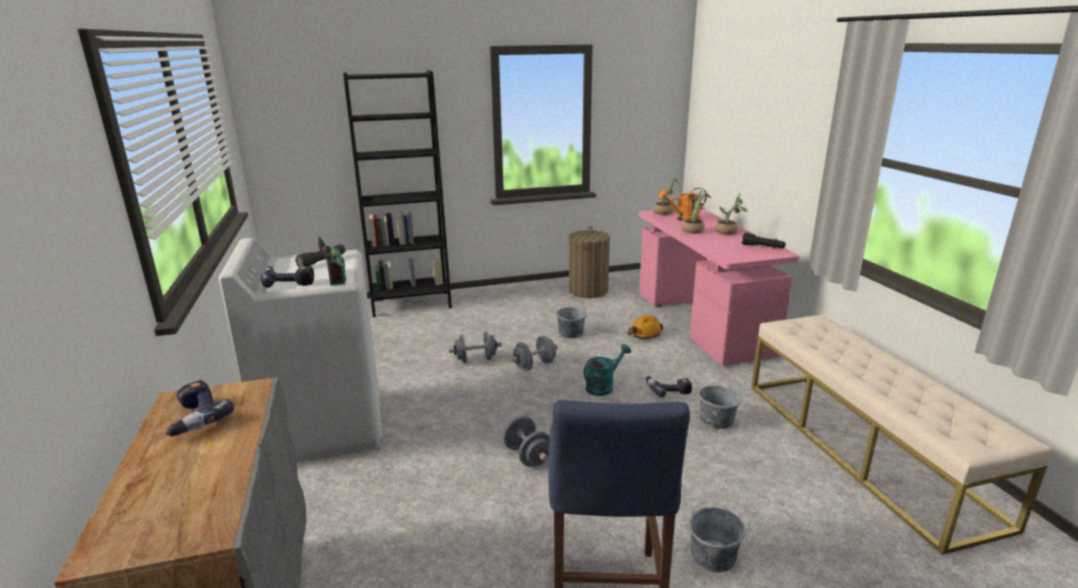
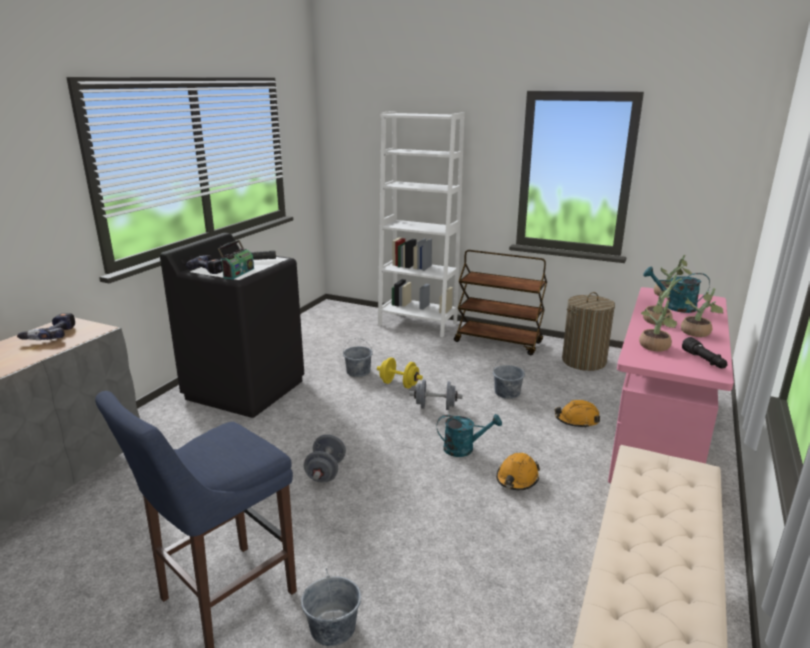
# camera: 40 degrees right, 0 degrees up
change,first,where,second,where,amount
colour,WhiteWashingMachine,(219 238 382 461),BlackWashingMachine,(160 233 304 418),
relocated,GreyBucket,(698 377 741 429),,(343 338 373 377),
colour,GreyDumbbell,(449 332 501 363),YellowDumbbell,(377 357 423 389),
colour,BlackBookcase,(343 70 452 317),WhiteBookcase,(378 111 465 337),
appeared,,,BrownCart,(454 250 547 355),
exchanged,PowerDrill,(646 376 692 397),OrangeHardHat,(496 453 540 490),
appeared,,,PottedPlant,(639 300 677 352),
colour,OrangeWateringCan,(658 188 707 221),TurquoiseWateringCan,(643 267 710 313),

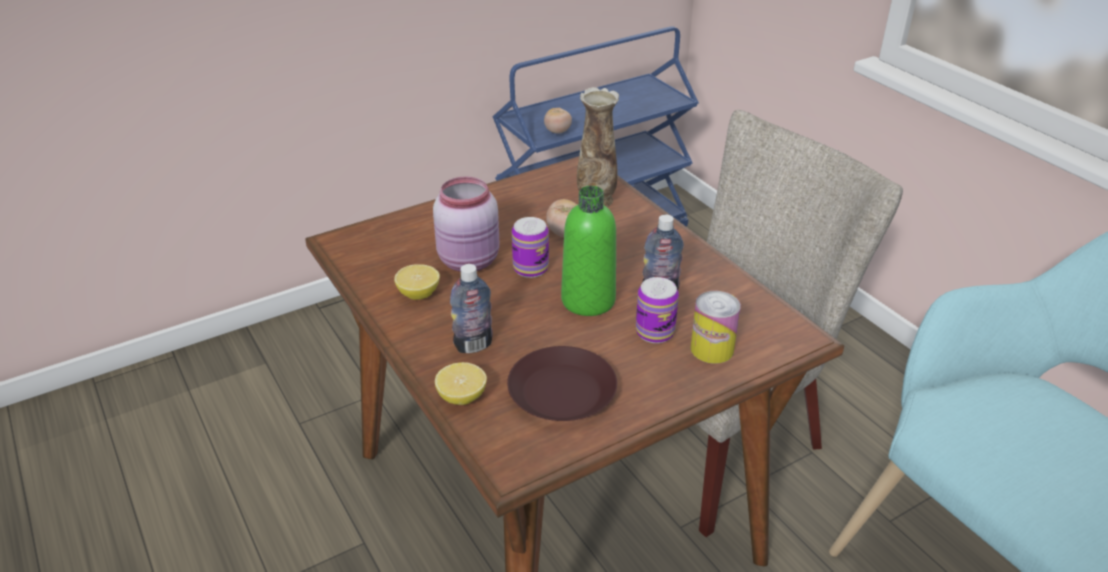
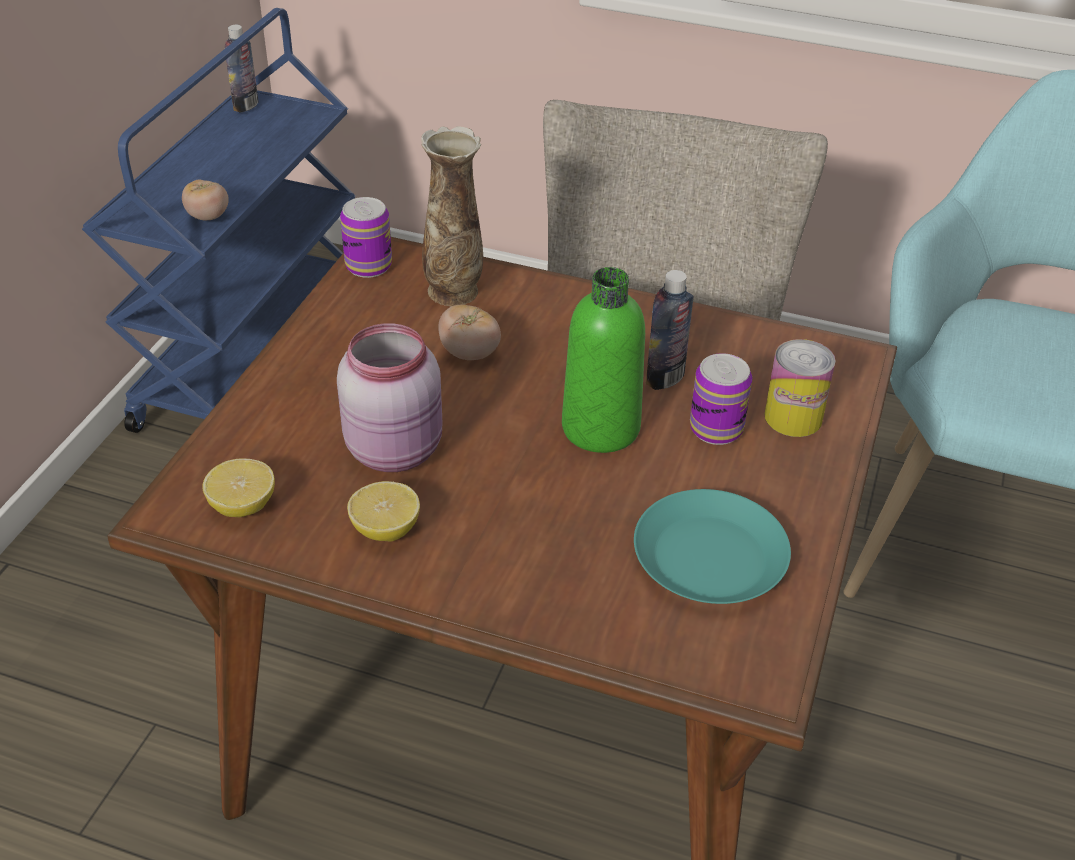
# camera: 40 degrees left, 5 degrees up
change,first,where,second,where,amount
relocated,Lemon,(435 362 487 405),,(202 458 275 517),
relocated,Bottle,(450 264 493 353),,(225 25 259 113),
relocated,Can,(512 217 549 278),,(340 197 392 278),
colour,BrownPlate,(507 346 617 421),TurquoisePlate,(634 489 791 604),

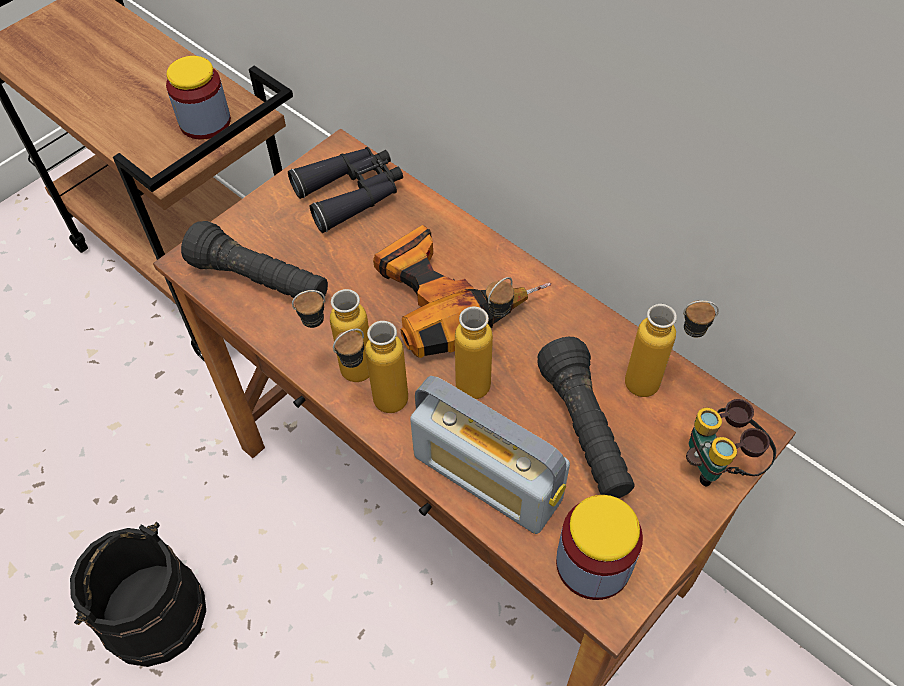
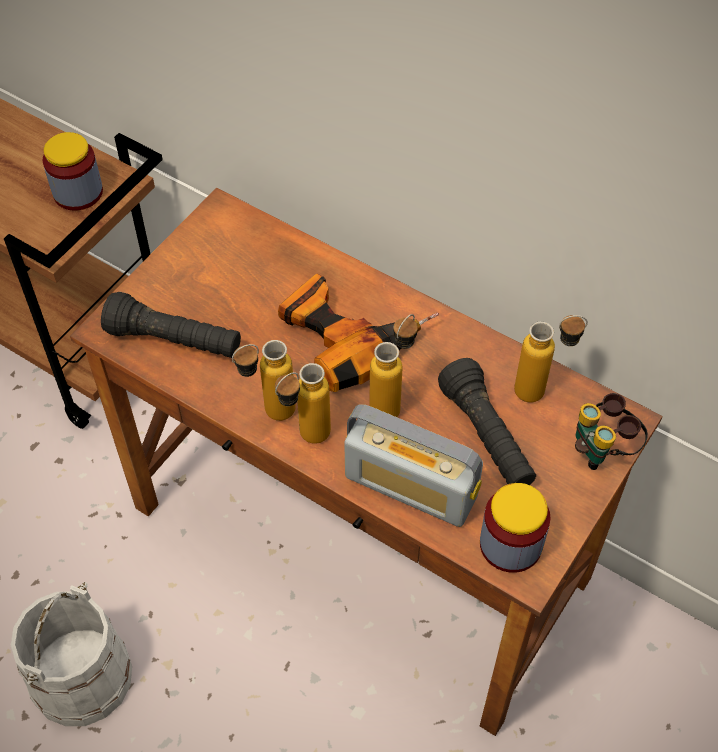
# camera: 10 degrees left, 0 degrees up
change,first,where,second,where,amount
colour,BlackBucket,(70 522 206 667),WhiteBucket,(11 582 132 726),
missing,BlackBinoculars,(288 147 403 233),,,

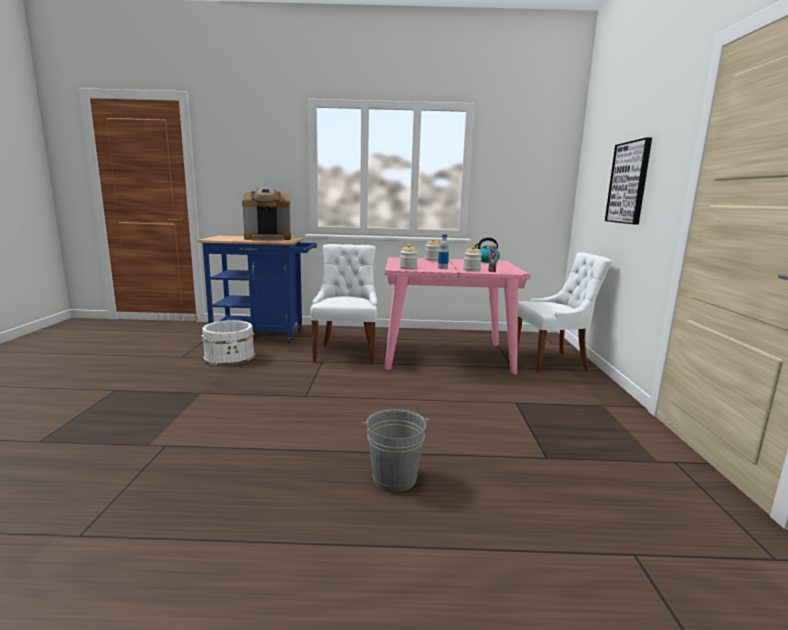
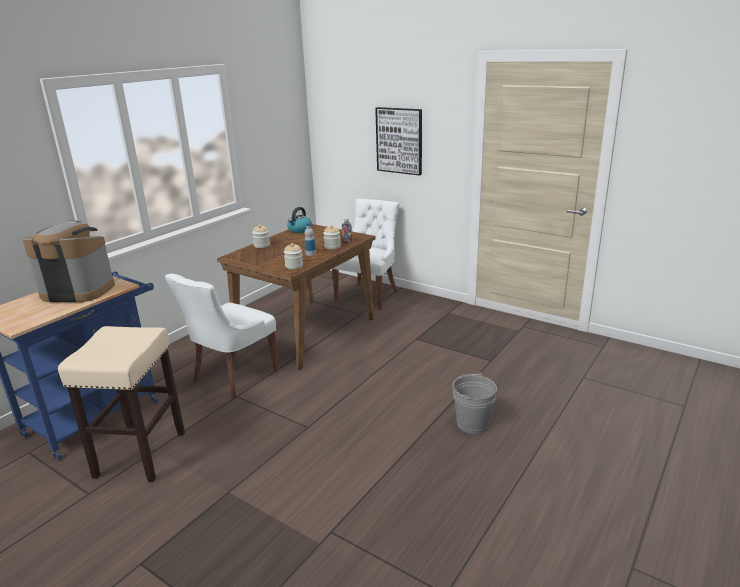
# camera: 55 degrees left, 10 degrees up
change,first,where,second,where,amount
spun,CoffeeMachine,(242 187 291 241),,(22 221 115 302),105 degrees counterclockwise
exchanged,WhiteBucket,(202 320 255 366),BeigeStool,(58 326 185 482),
spun,WhiteChair,(310 244 377 364),,(165 274 279 399),90 degrees counterclockwise
colour,PinkDiningTable,(384 257 531 375),BrownDiningTable,(217 224 375 370),

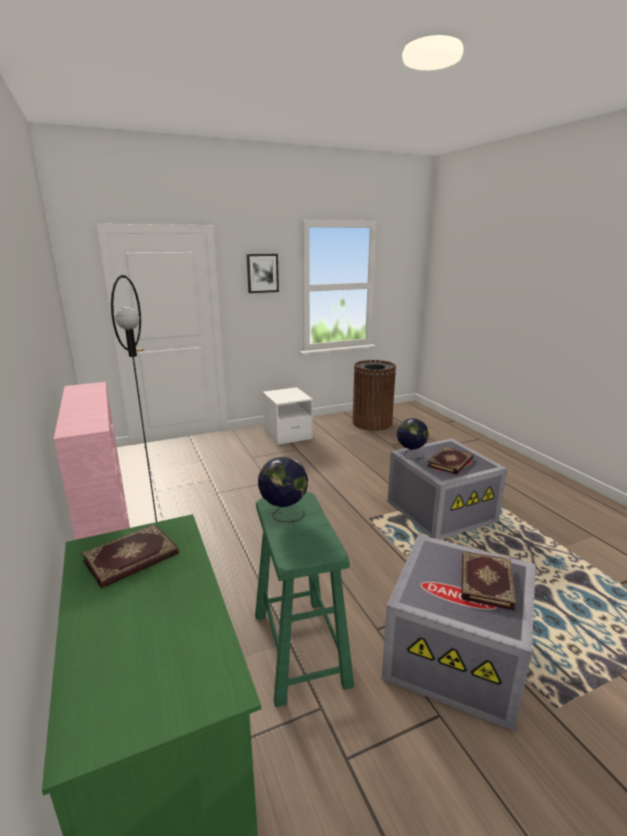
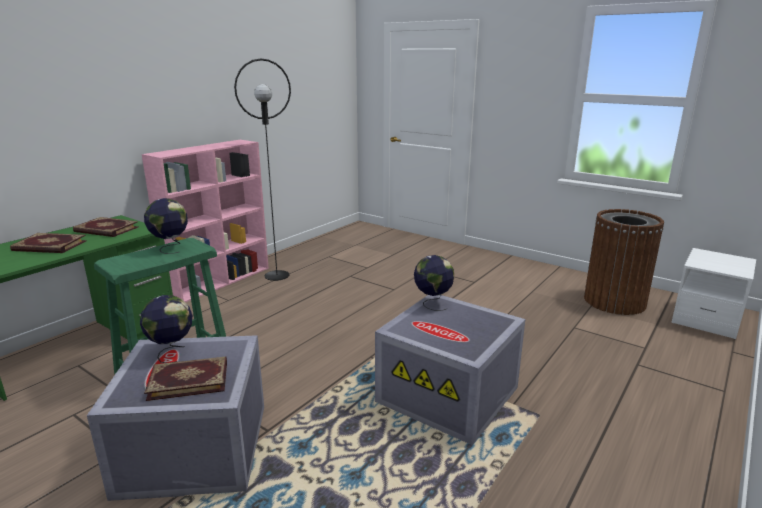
# camera: 60 degrees right, 0 degrees up
change,first,where,second,where,amount
relocated,Book,(427 447 473 475),,(10 233 87 253),
appeared,,,Globe,(140 295 192 363),
relocated,WhiteNightstand,(263 387 313 445),,(671 248 756 339),
missing,Picture,(247 254 279 293),,,

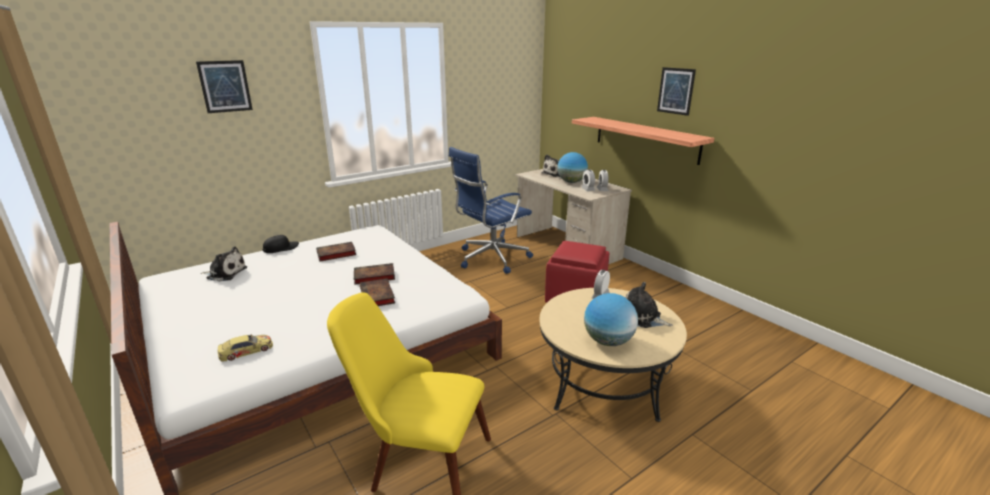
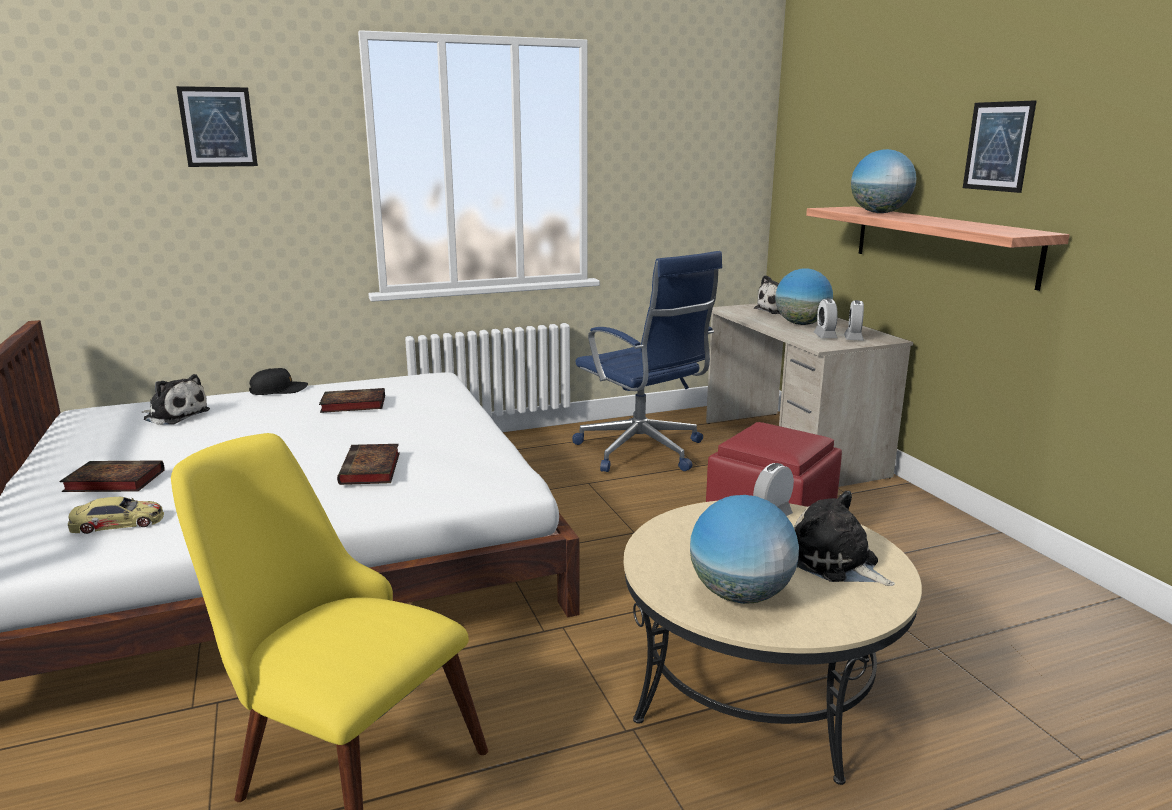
# camera: 15 degrees right, 5 degrees down
change,first,where,second,where,amount
relocated,Book,(354 263 395 285),,(59 460 164 492),
spun,BlueOfficeChair,(449 147 533 274),,(572 251 722 472),105 degrees counterclockwise
appeared,,,Globe,(851 149 917 213),

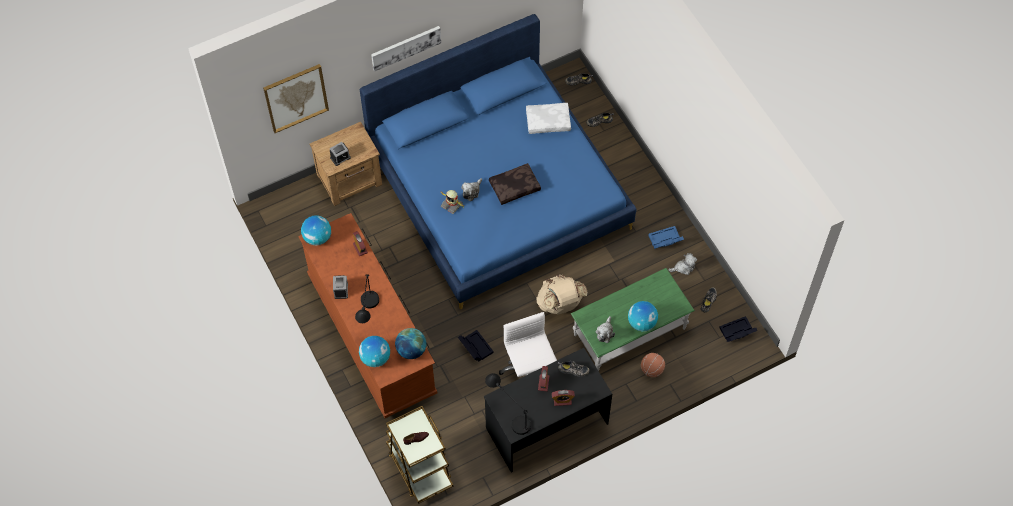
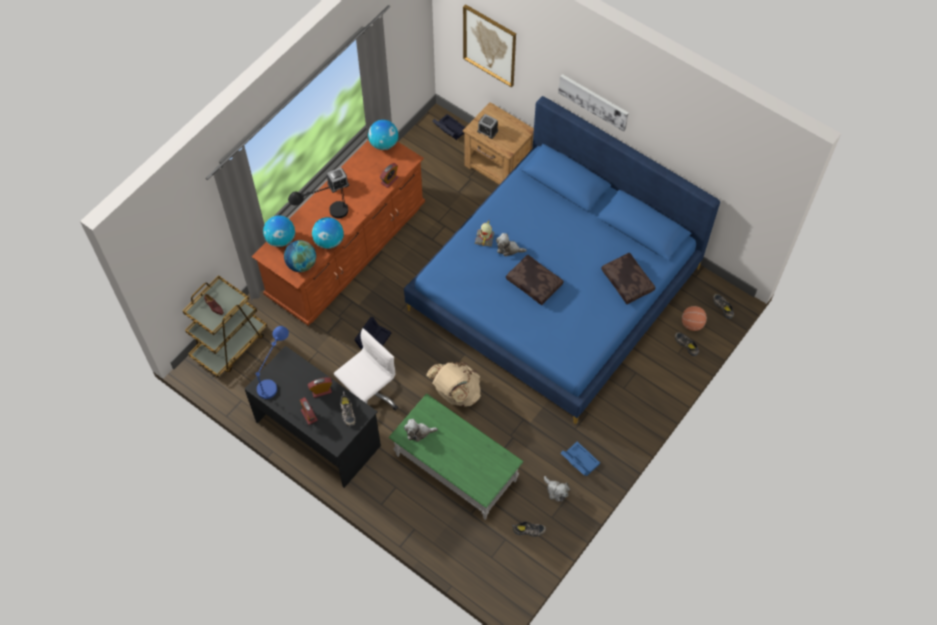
# camera: 65 degrees right, 0 degrees up
change,first,where,second,where,amount
colour,BlackTableLamp,(485 373 531 435),BlueTableLamp,(256 326 289 399),
relocated,Globe,(628 301 658 331),,(312 217 344 249),
relocated,BlackStorageBox,(719 316 757 342),,(432 114 465 140),
colour,WhitePillow,(526 103 571 134),BrownPillow,(601 252 655 304),
relocated,Basketball,(641 353 665 377),,(682 306 707 331),

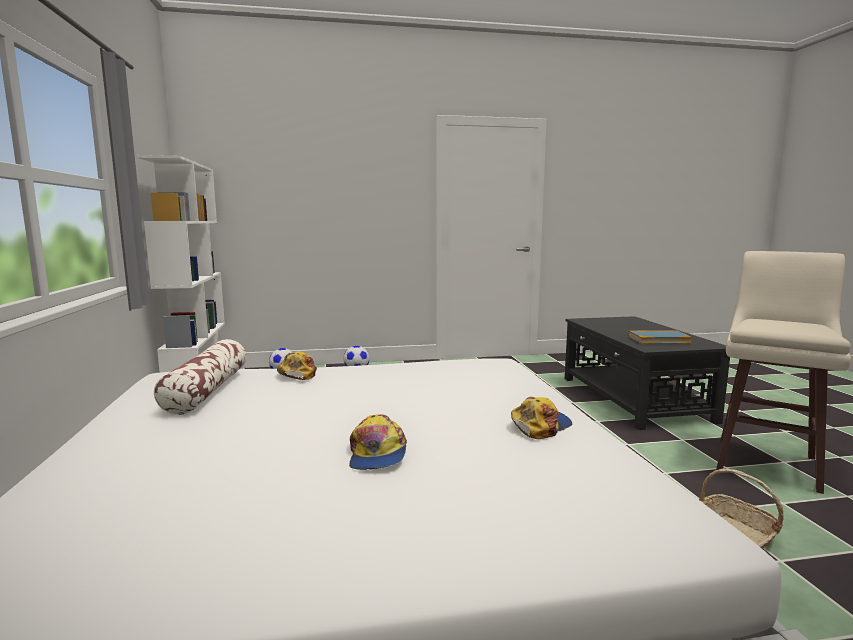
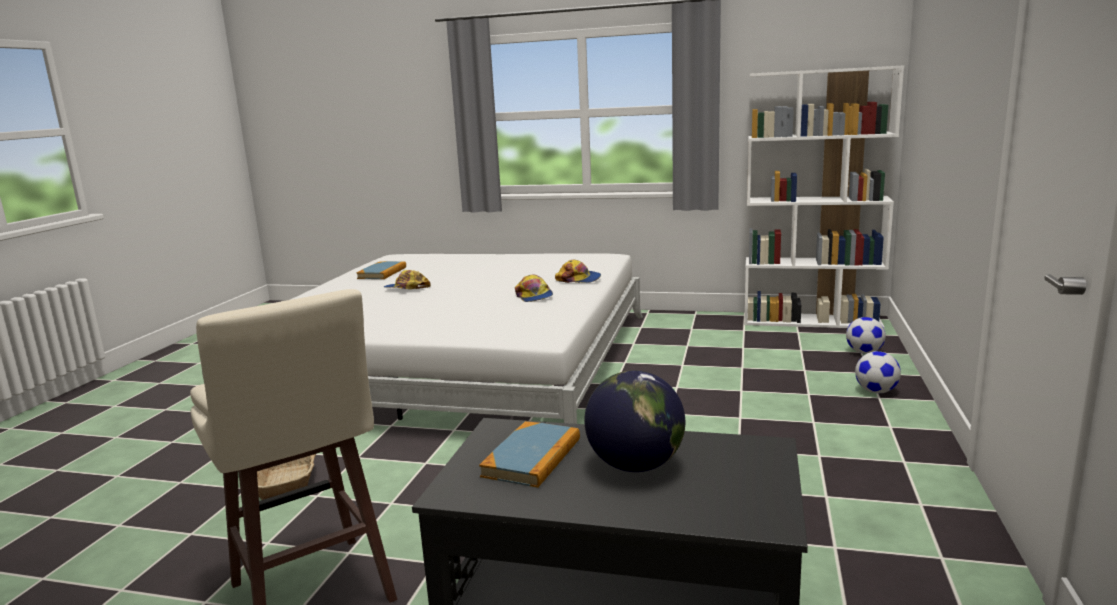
# camera: 115 degrees right, 5 degrees up
change,first,where,second,where,amount
appeared,,,Book,(357 261 406 279),
relocated,Cap,(511 397 572 439),,(515 274 553 302),
appeared,,,Globe,(584 370 685 472),
missing,Pillow,(154 339 247 415),,,

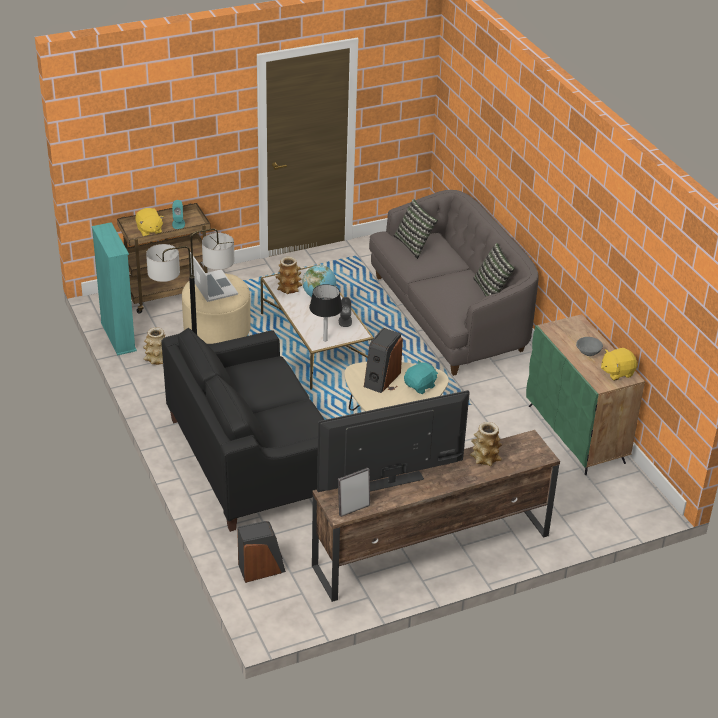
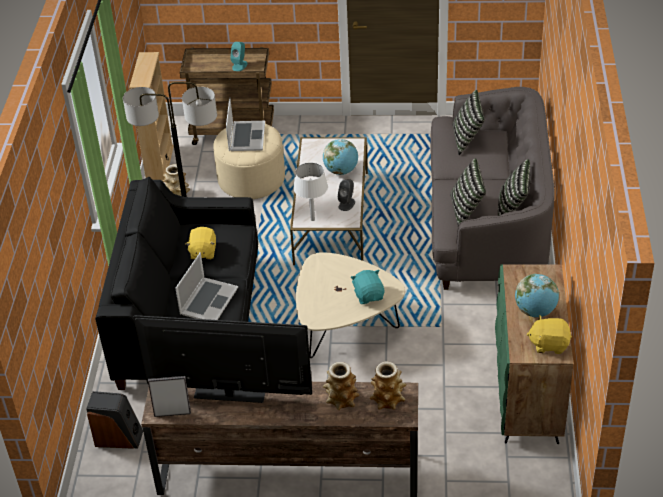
# camera: 30 degrees right, 5 degrees up
change,first,where,second,where,amount
colour,TurquoiseBookcase,(92 222 137 355),BeigeBookcase,(129 52 174 182),
appeared,,,Laptop,(175 252 238 320),
relocated,YellowPlushToy,(135 208 163 236),,(185 227 216 260),
colour,BlackTableLamp,(309 284 342 342),WhiteTableLamp,(293 162 328 221),
spun,TurquoisePlushToy,(404 360 438 394),,(351 270 384 304),90 degrees counterclockwise
relocated,Vase,(276 257 302 294),,(370 362 407 410),
appeared,,,Pillow,(450 158 486 225),
exchanged,GreyBowl,(576 337 603 356),Globe,(515 274 559 318),
missing,Speaker,(364 328 403 393),,,

